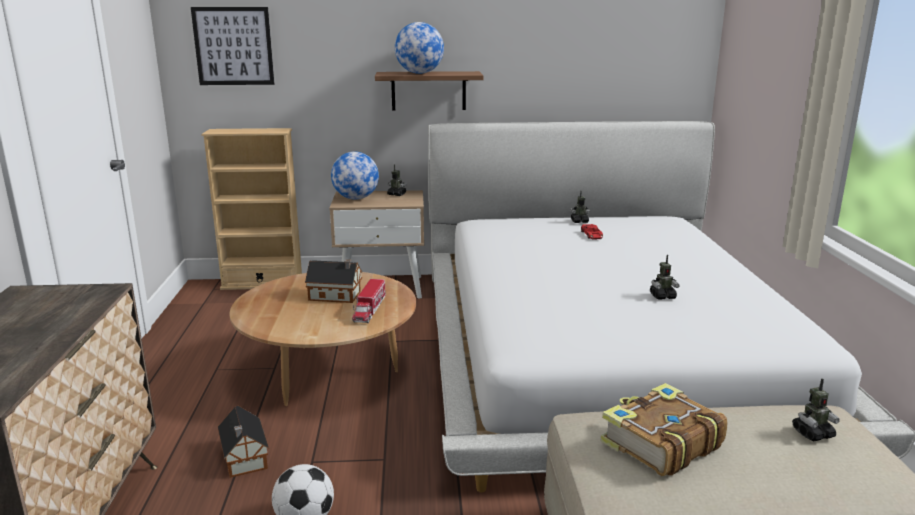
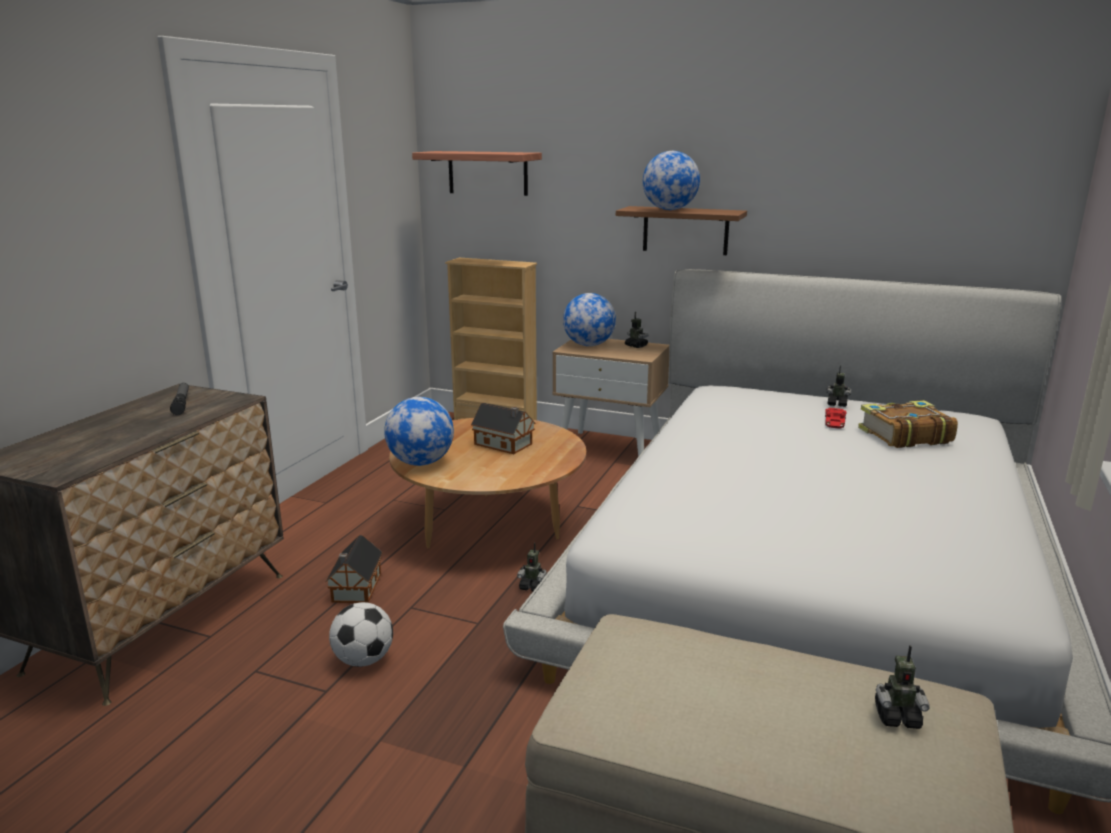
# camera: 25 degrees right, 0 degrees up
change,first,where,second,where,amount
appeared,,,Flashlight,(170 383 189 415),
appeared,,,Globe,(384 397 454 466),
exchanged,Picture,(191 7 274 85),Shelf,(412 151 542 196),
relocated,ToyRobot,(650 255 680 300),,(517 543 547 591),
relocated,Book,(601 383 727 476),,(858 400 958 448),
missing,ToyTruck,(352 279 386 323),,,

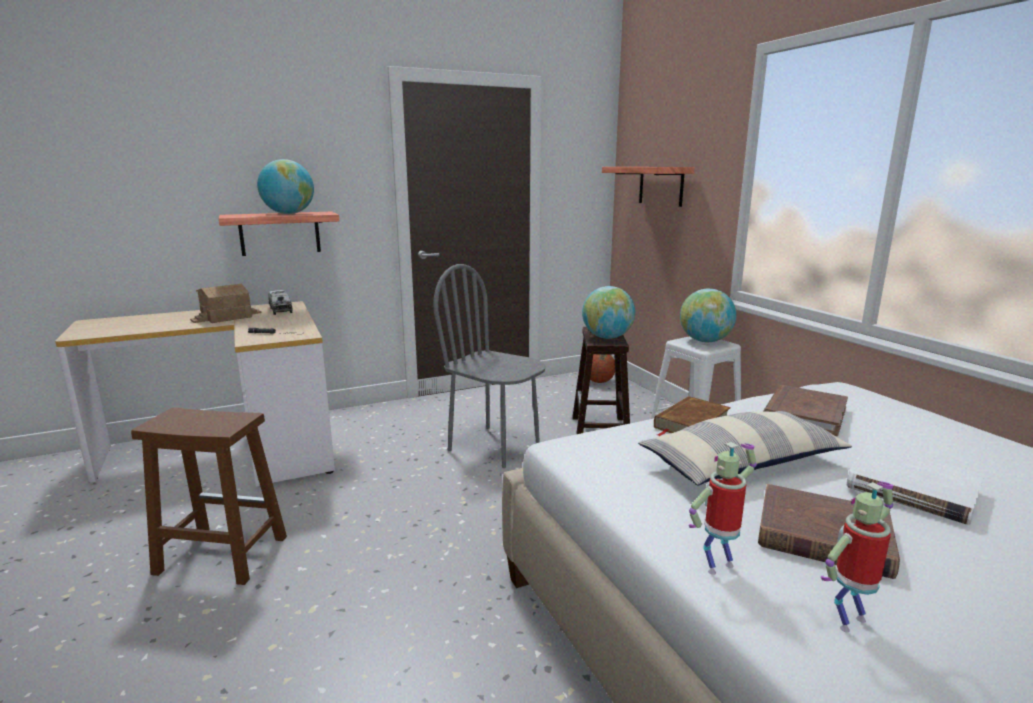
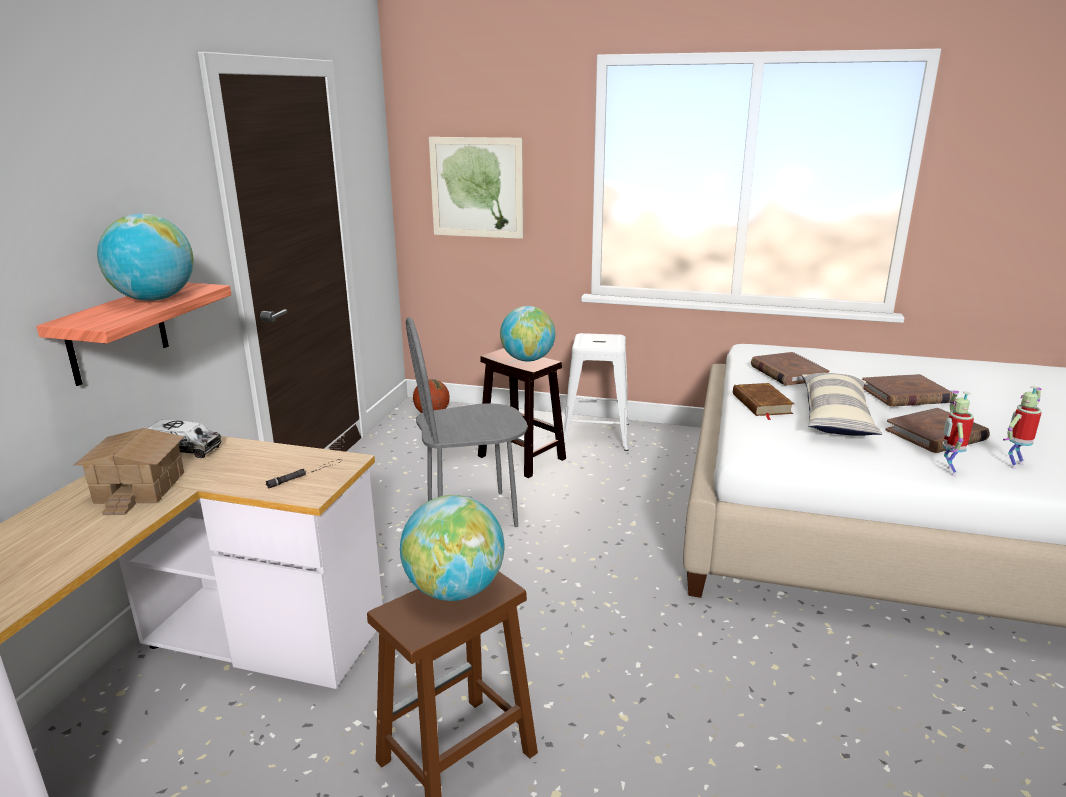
# camera: 50 degrees left, 5 degrees up
change,first,where,second,where,amount
relocated,Globe,(680 289 736 342),,(400 495 505 601),
exchanged,Shelf,(602 167 695 207),Picture,(429 137 523 239),
colour,WhiteBook,(847 444 984 525),BrownBook,(862 374 953 407),
spun,ToyRobot,(821 481 893 632),,(1003 386 1042 469),45 degrees clockwise

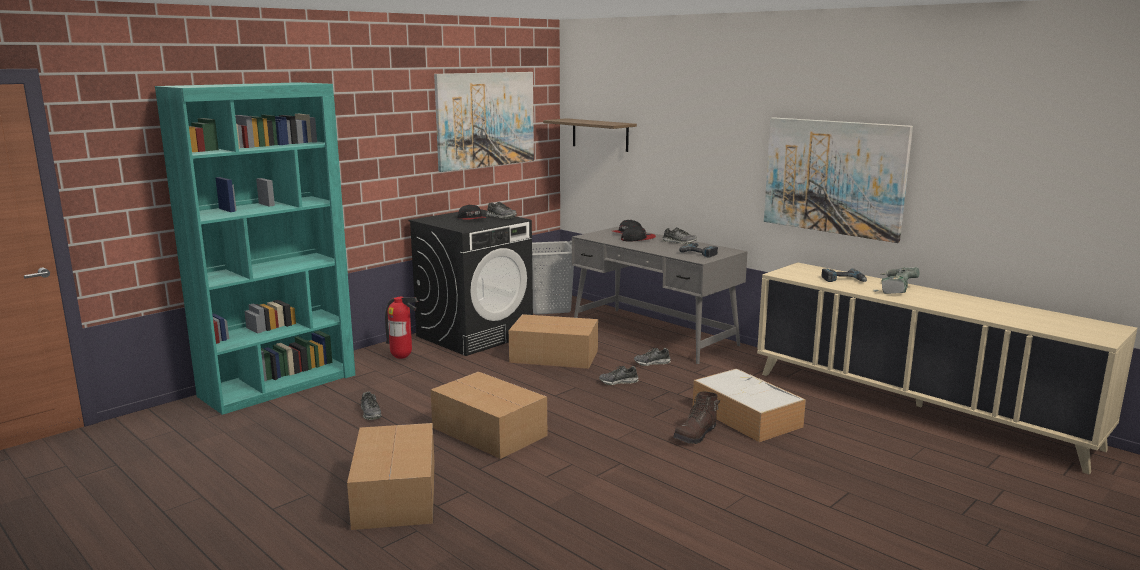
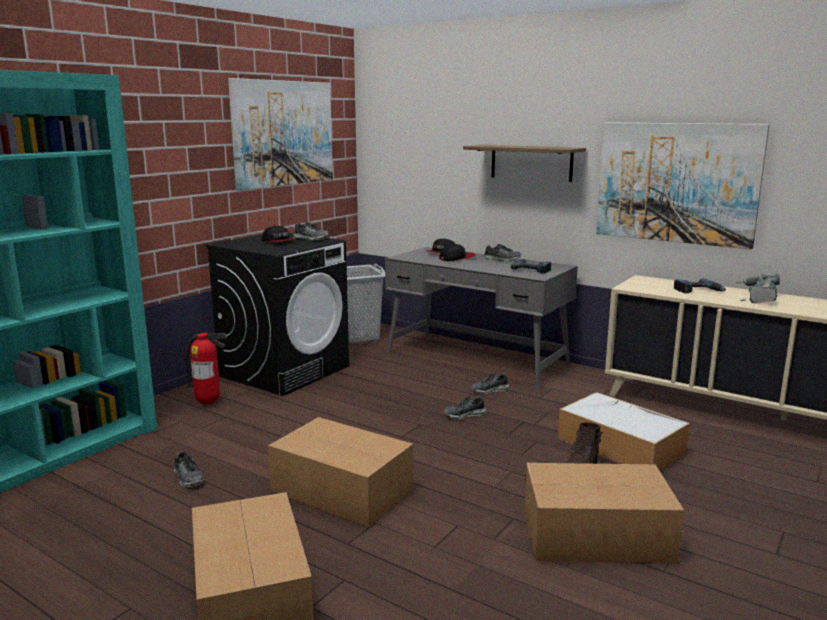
# camera: 10 degrees left, 0 degrees up
change,first,where,second,where,amount
relocated,Shelf,(543 118 637 152),,(463 145 586 182),
relocated,CardboardBox,(509 314 598 369),,(524 463 684 563),

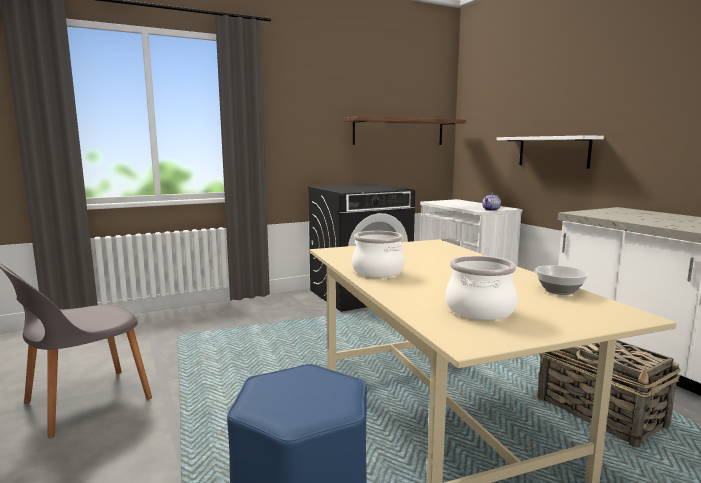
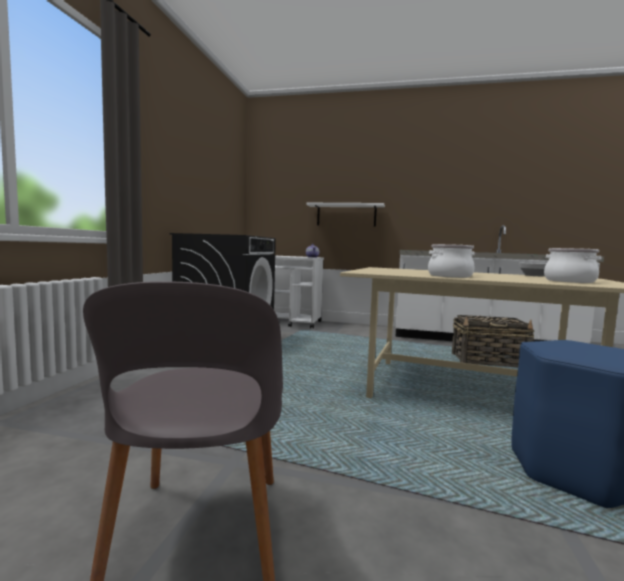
# camera: 50 degrees left, 5 degrees down
change,first,where,second,where,amount
missing,Shelf,(344 116 466 145),,,

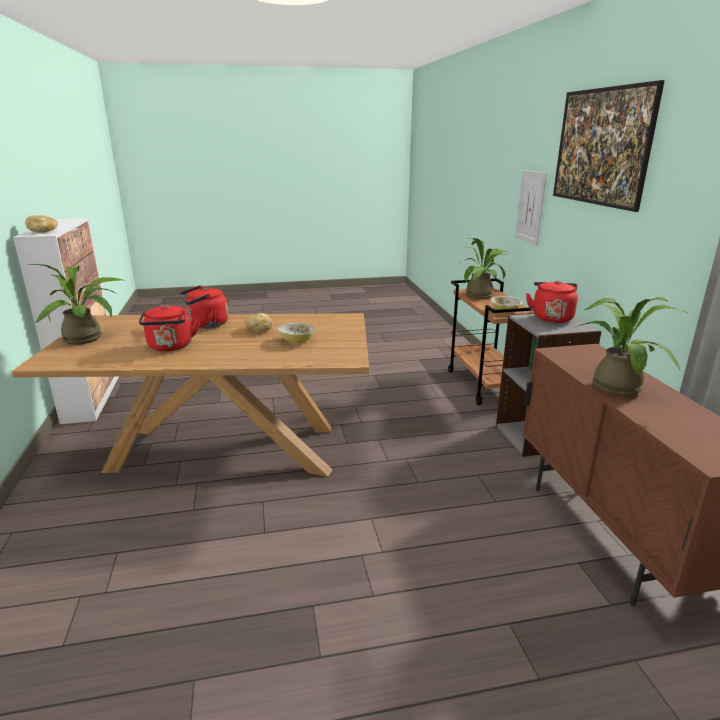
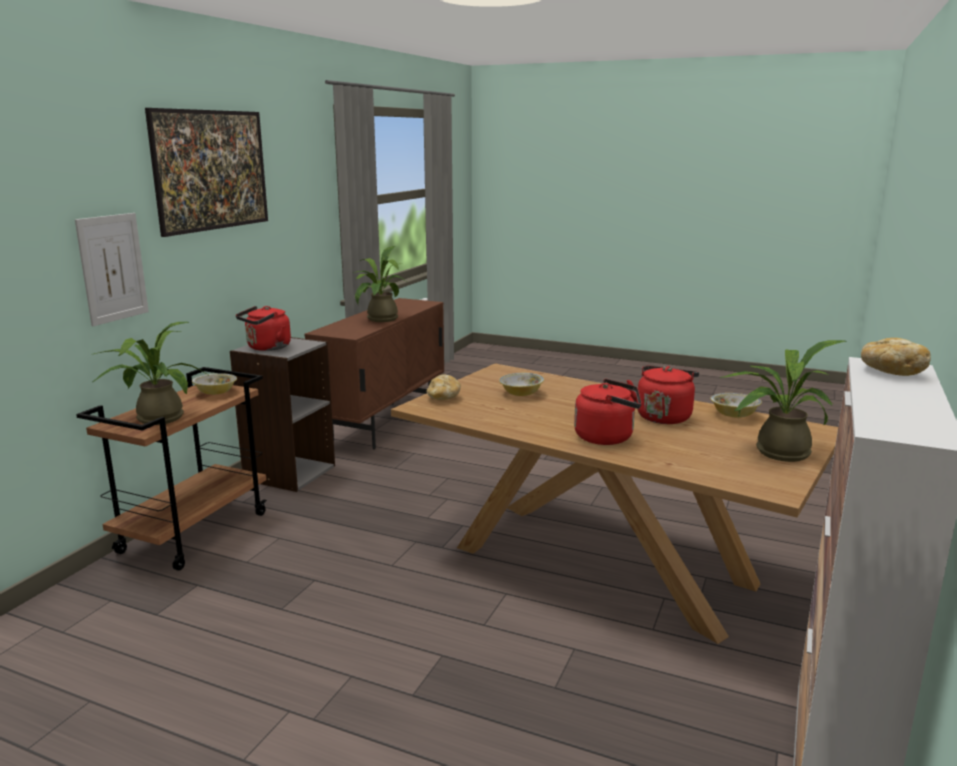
# camera: 145 degrees left, 5 degrees down
change,first,where,second,where,amount
relocated,Bread,(244 313 273 332),,(426 374 461 400),
appeared,,,Bowl,(710 393 762 418),

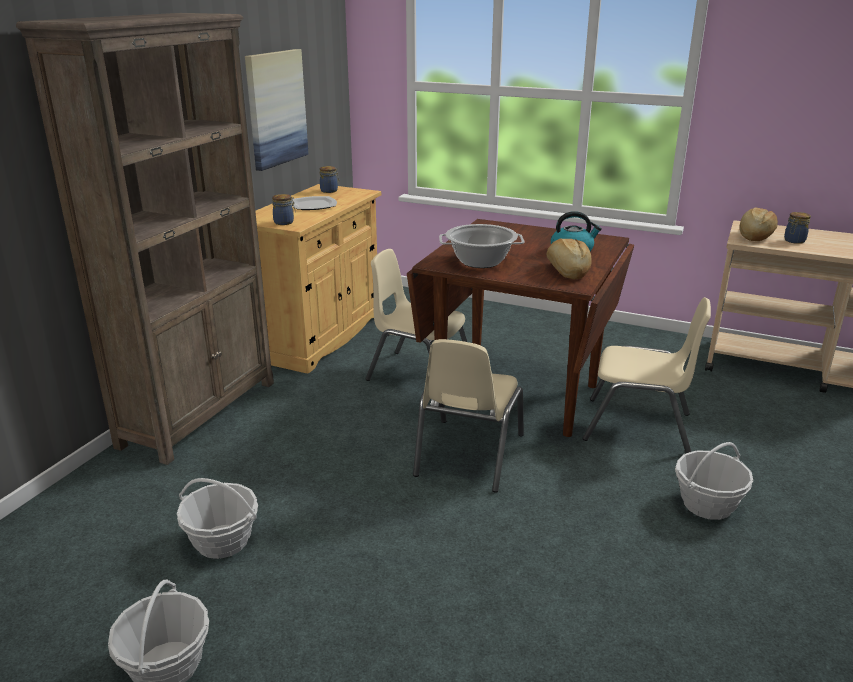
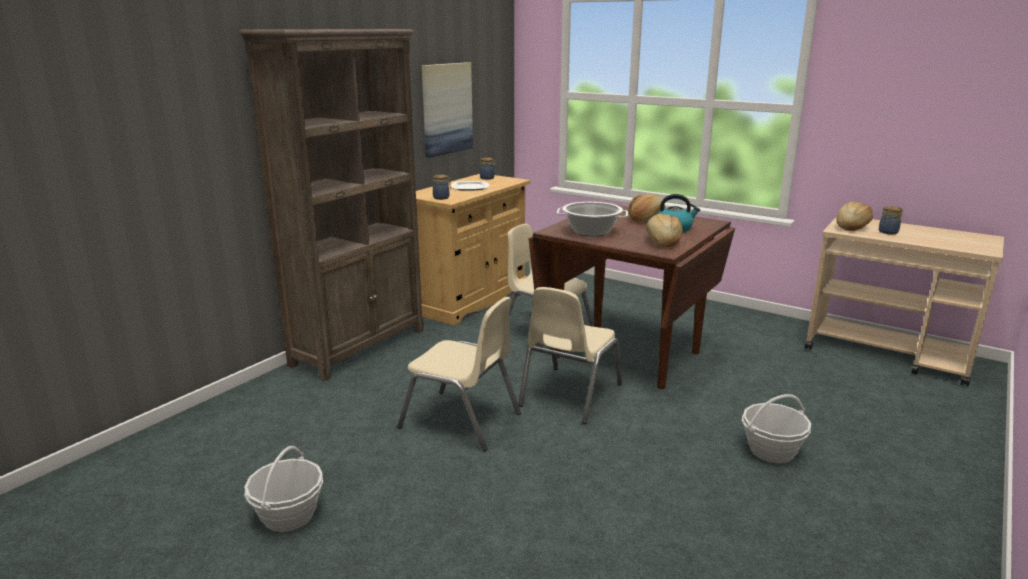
# camera: 10 degrees right, 5 degrees down
change,first,where,second,where,amount
relocated,BeigeChair,(582 297 711 453),,(397 297 521 451),
appeared,,,Bread,(629 194 665 223),
missing,Basket,(177 478 258 559),,,

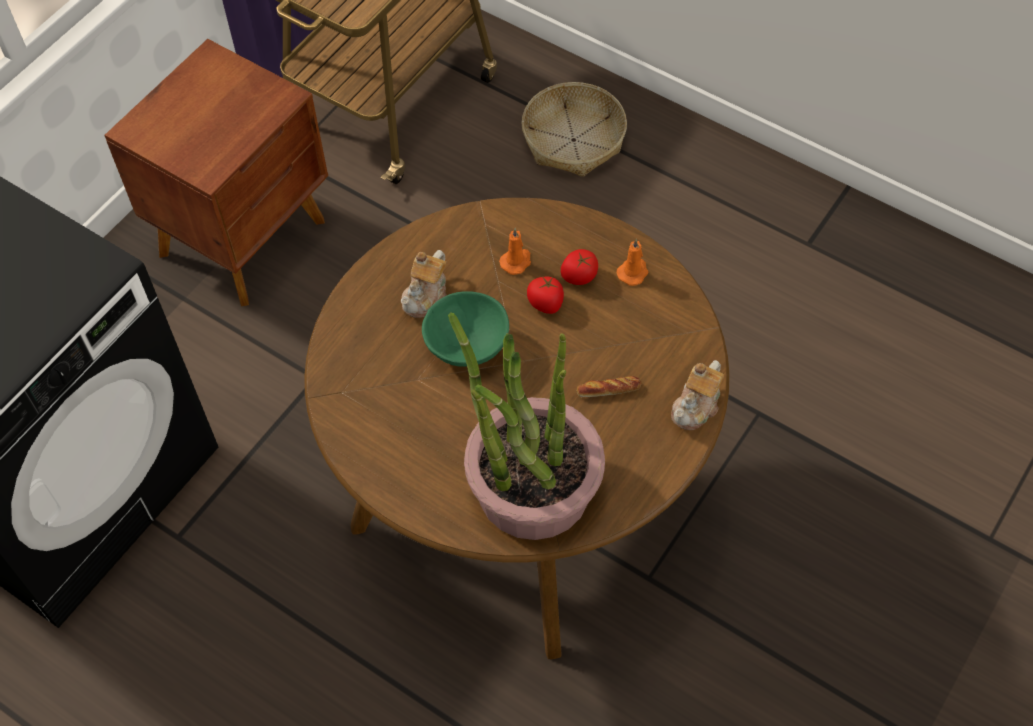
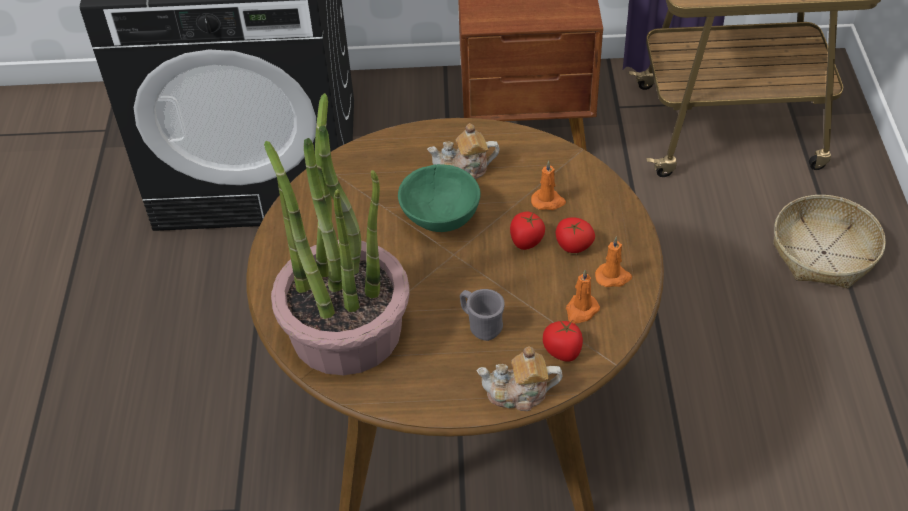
# camera: 55 degrees right, 10 degrees down
change,first,where,second,where,amount
exchanged,Bread,(576 376 642 397),GreyMug,(460 289 504 341),
appeared,,,Tomato,(543 321 583 361),
appeared,,,OrangeCandle,(566 269 600 324),

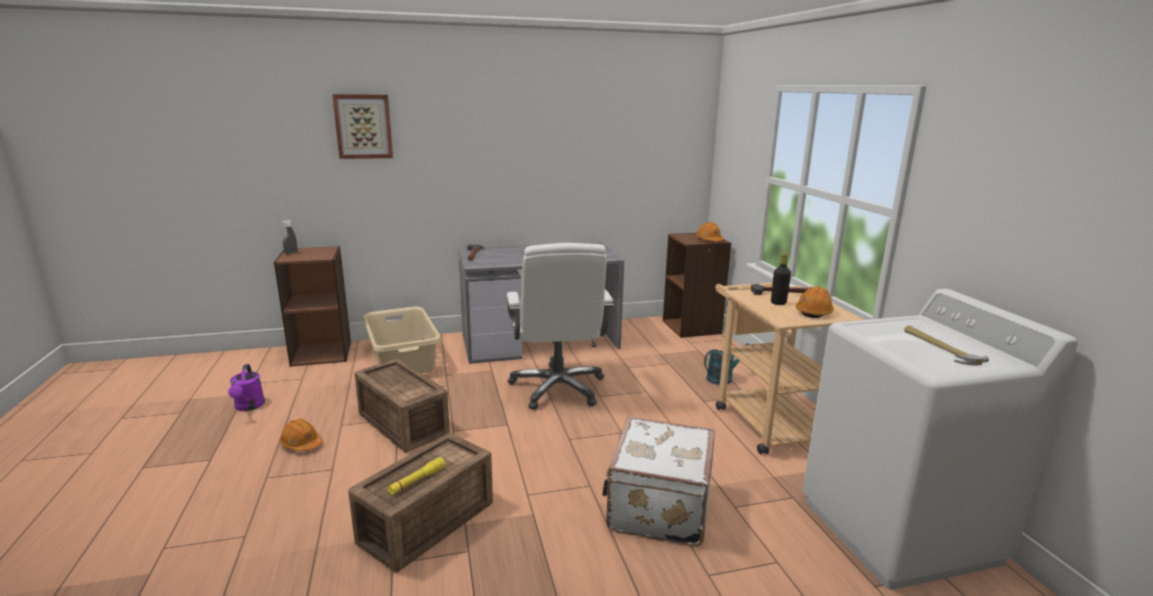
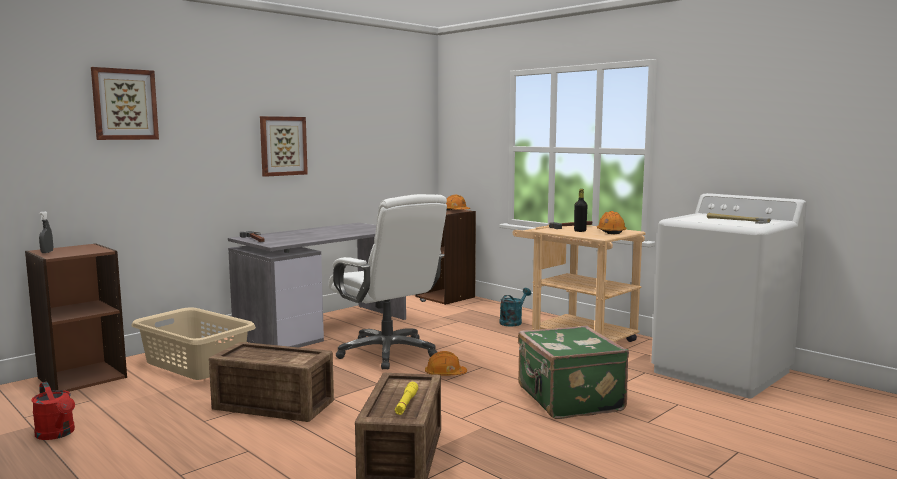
# camera: 30 degrees left, 10 degrees down
change,first,where,second,where,amount
colour,PurpleWateringCan,(228 364 265 411),RedWateringCan,(31 382 75 440),
appeared,,,Picture,(260 116 308 177),
relocated,OrangeHardHat,(279 419 323 451),,(425 351 467 376),
colour,WhiteSuitcase,(602 416 715 547),GreenSuitcase,(518 326 629 419),

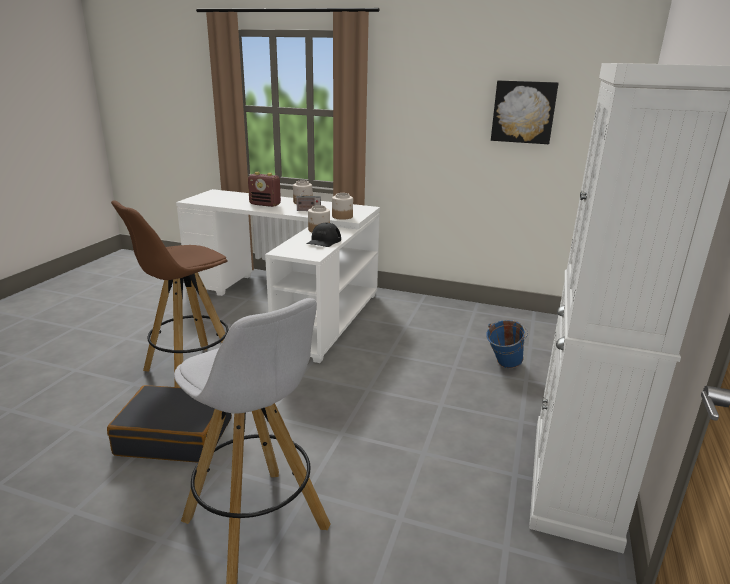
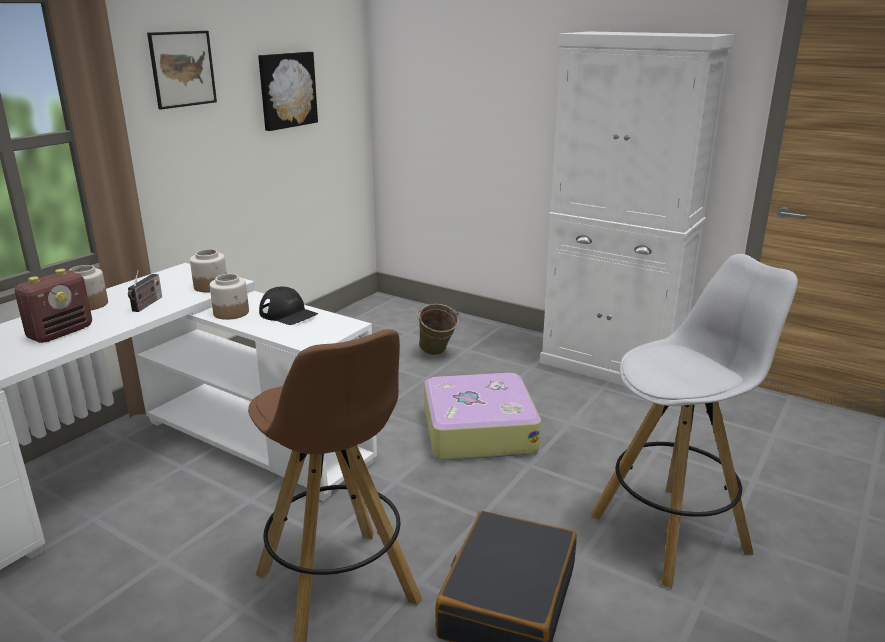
# camera: 75 degrees left, 0 degrees up
change,first,where,second,where,amount
appeared,,,Picture,(147 31 217 109),
colour,BlueBucket,(486 320 528 368),GreenBucket,(417 304 459 355),
appeared,,,Suitcase,(424 373 541 460),

